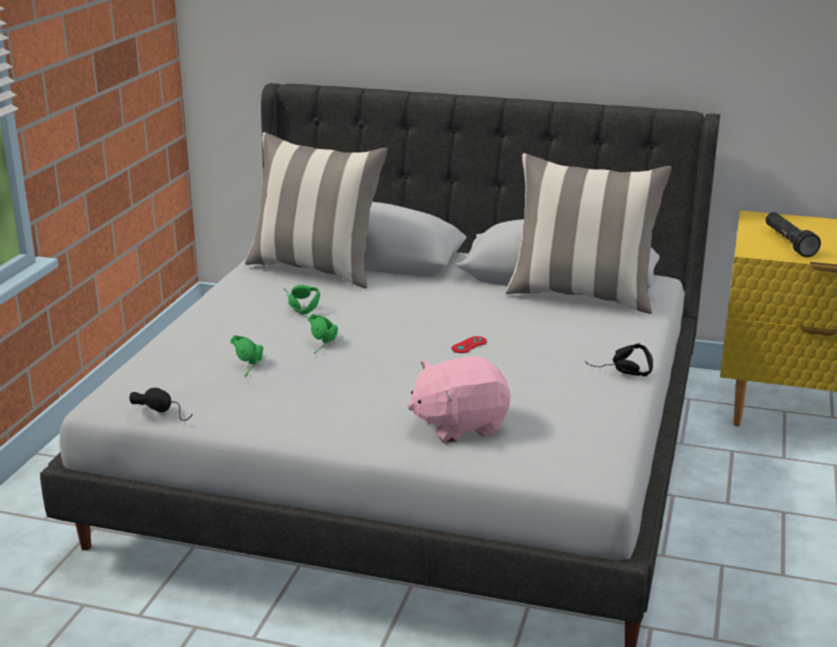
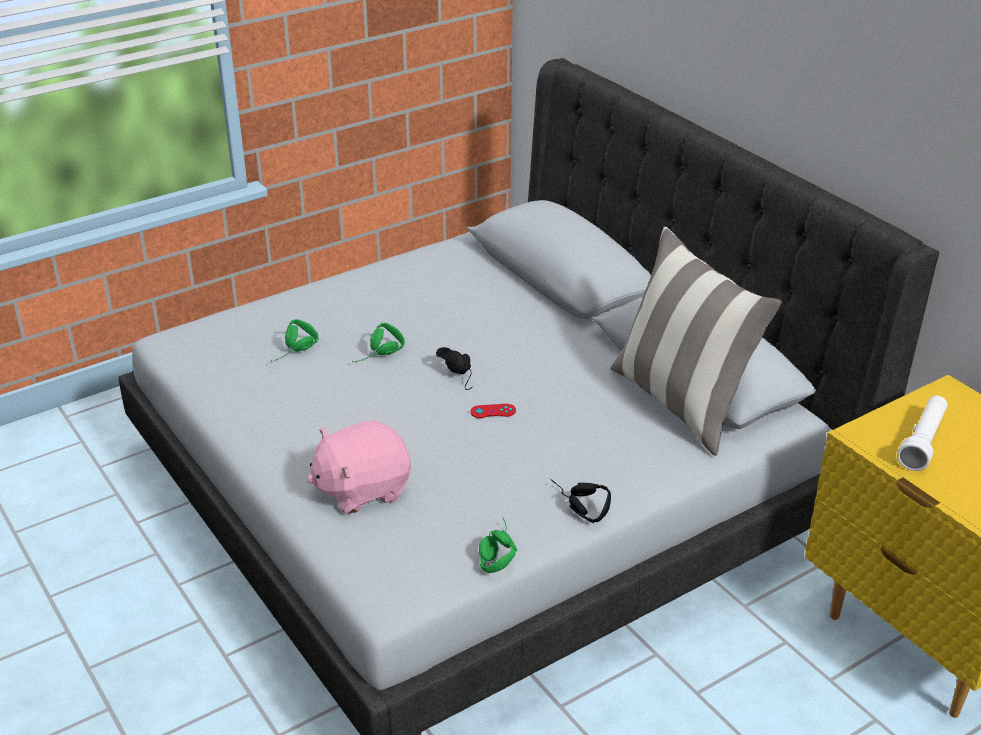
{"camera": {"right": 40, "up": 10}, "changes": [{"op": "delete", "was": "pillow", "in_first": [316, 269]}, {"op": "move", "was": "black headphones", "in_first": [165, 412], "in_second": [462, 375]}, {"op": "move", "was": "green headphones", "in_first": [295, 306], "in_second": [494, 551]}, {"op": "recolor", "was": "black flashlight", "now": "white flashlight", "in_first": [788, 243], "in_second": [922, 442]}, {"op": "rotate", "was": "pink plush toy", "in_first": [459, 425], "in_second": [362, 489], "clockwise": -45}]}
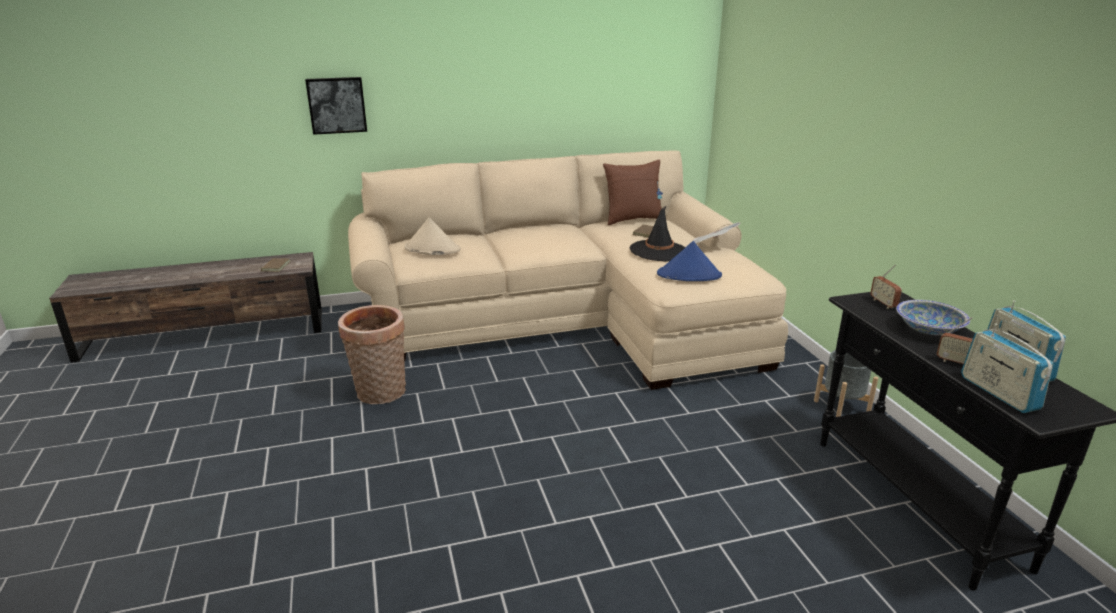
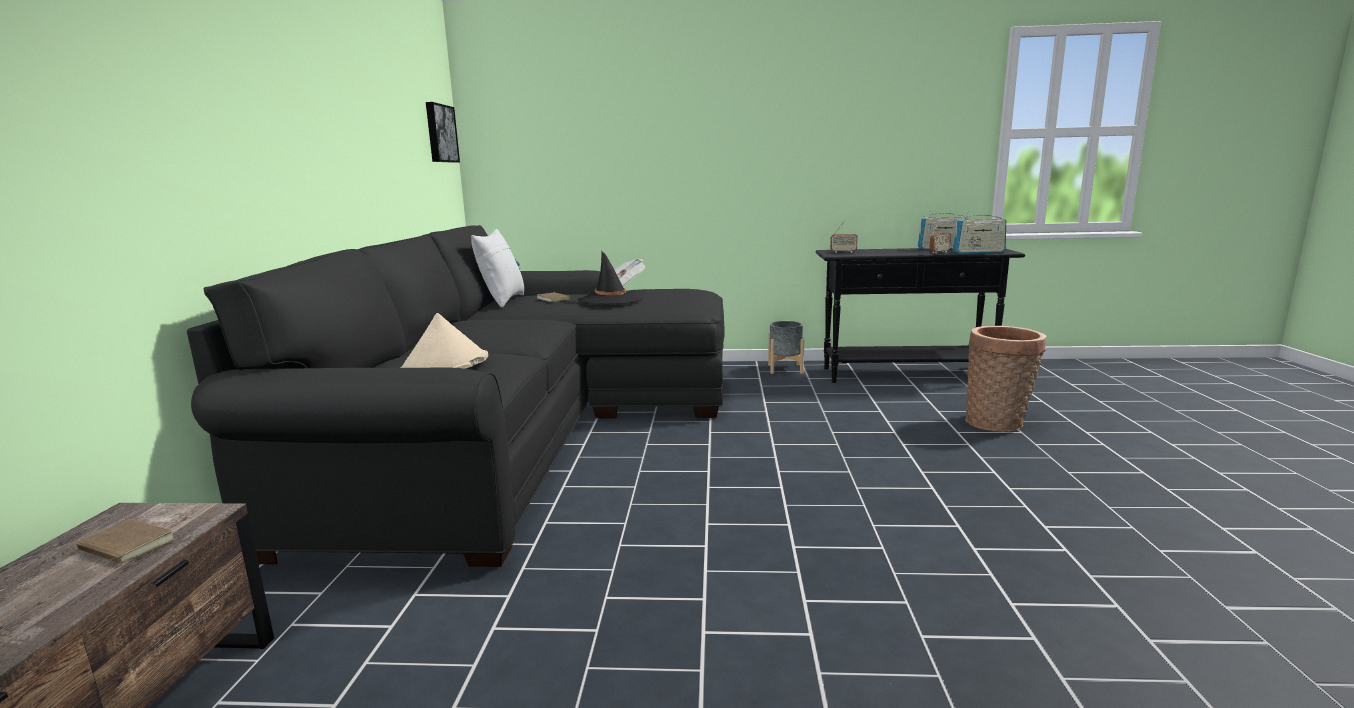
{"camera": {"right": -70, "up": -10}, "changes": [{"op": "delete", "was": "blue hat", "in_first": [689, 275]}, {"op": "delete", "was": "bowl", "in_first": [928, 329]}, {"op": "move", "was": "picture", "in_first": [337, 105], "in_second": [440, 133]}, {"op": "move", "was": "basket", "in_first": [380, 394], "in_second": [998, 423]}, {"op": "recolor", "was": "beige sofa", "now": "black sofa", "in_first": [571, 320], "in_second": [526, 429]}, {"op": "recolor", "was": "brown pillow", "now": "grey pillow", "in_first": [632, 220], "in_second": [502, 301]}]}
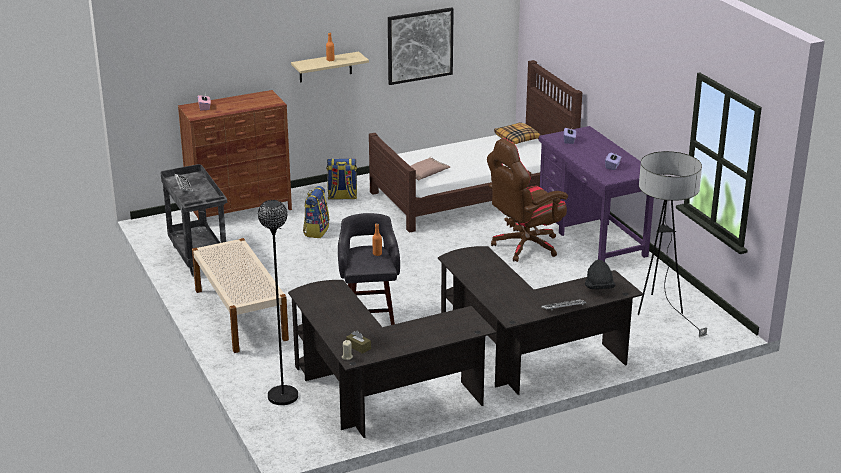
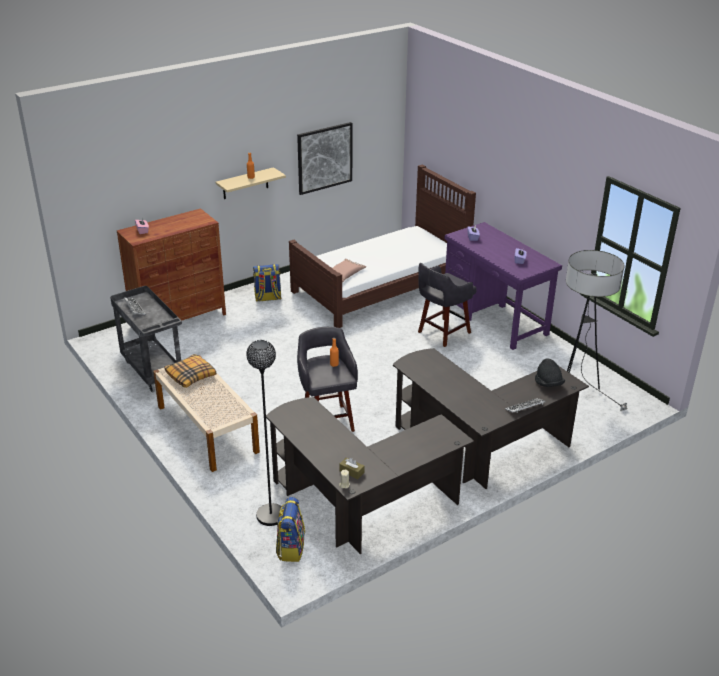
{"camera": {"right": -10, "up": 5}, "changes": [{"op": "move", "was": "backpack", "in_first": [316, 231], "in_second": [290, 548]}, {"op": "move", "was": "pillow", "in_first": [517, 138], "in_second": [191, 375]}, {"op": "replace", "was": "brown office chair", "now": "grey stool", "in_first": [525, 246], "in_second": [442, 333]}]}
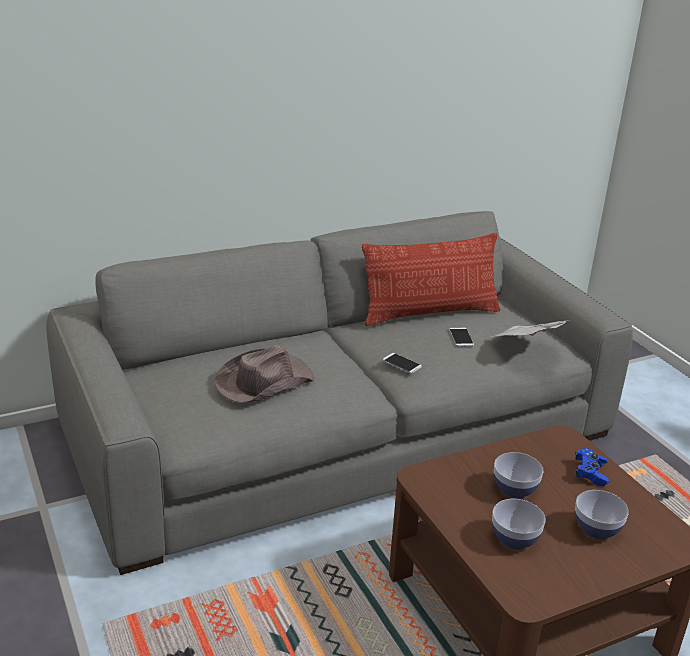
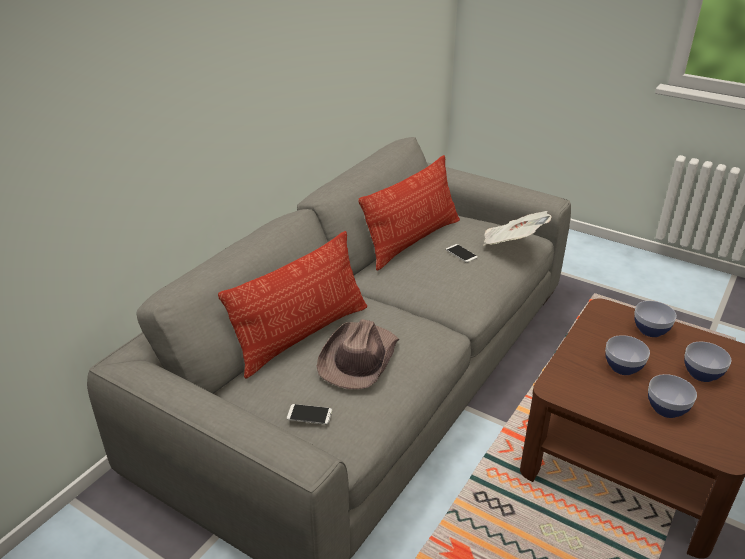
{"camera": {"right": -30, "up": 5}, "changes": [{"op": "insert", "now": "pillow", "in_second": [302, 335]}, {"op": "move", "was": "phone", "in_first": [402, 363], "in_second": [309, 415]}, {"op": "replace", "was": "blue game controller", "now": "bowl", "in_first": [590, 473], "in_second": [650, 330]}]}
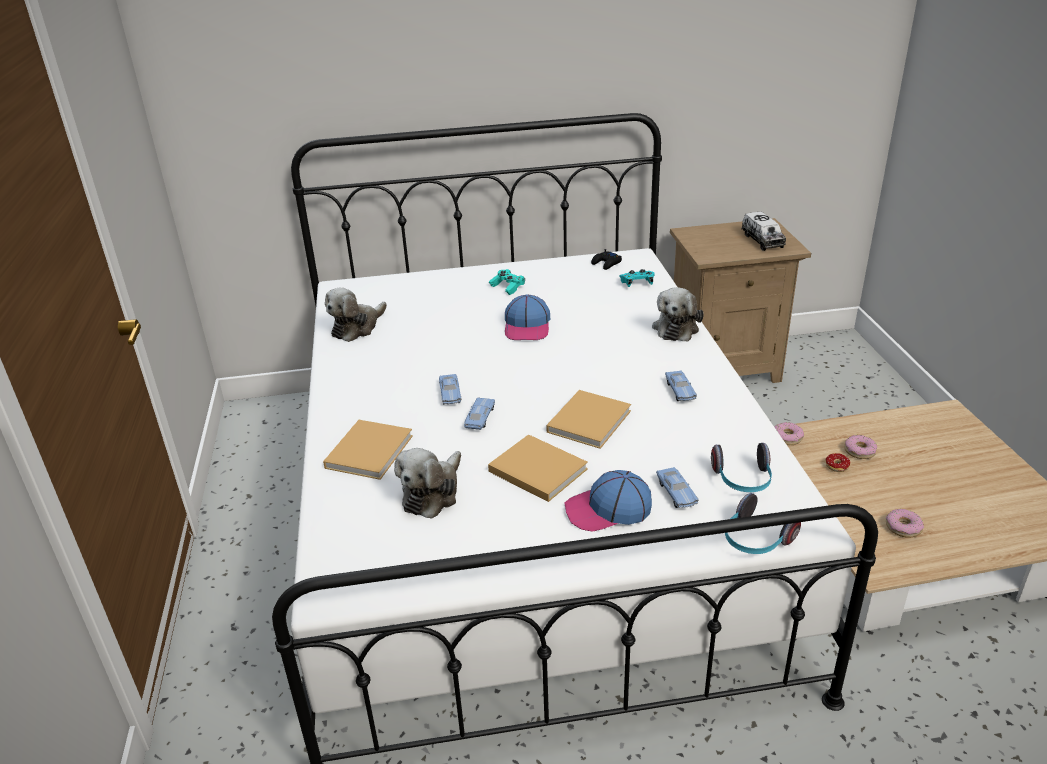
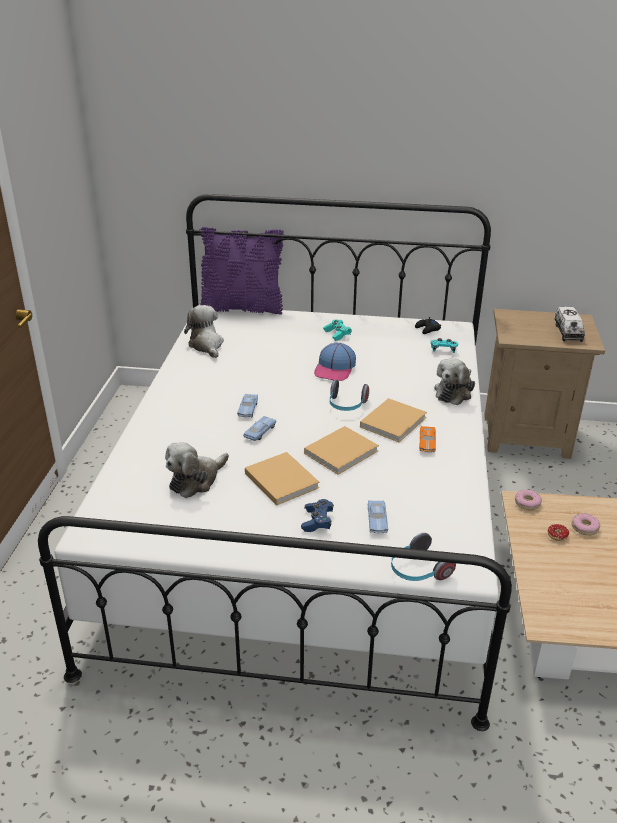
{"camera": {"right": 15, "up": 0}, "changes": [{"op": "delete", "was": "donut", "in_first": [903, 527]}, {"op": "insert", "now": "purple pillow", "in_second": [242, 308]}, {"op": "move", "was": "beige book", "in_first": [370, 450], "in_second": [394, 421]}, {"op": "move", "was": "headphones", "in_first": [742, 480], "in_second": [346, 405]}, {"op": "replace", "was": "cap", "now": "blue game controller", "in_first": [608, 509], "in_second": [317, 521]}, {"op": "recolor", "was": "blue toy car", "now": "orange toy car", "in_first": [680, 391], "in_second": [427, 443]}, {"op": "rotate", "was": "plush toy", "in_first": [357, 327], "in_second": [206, 345], "clockwise": 105}]}
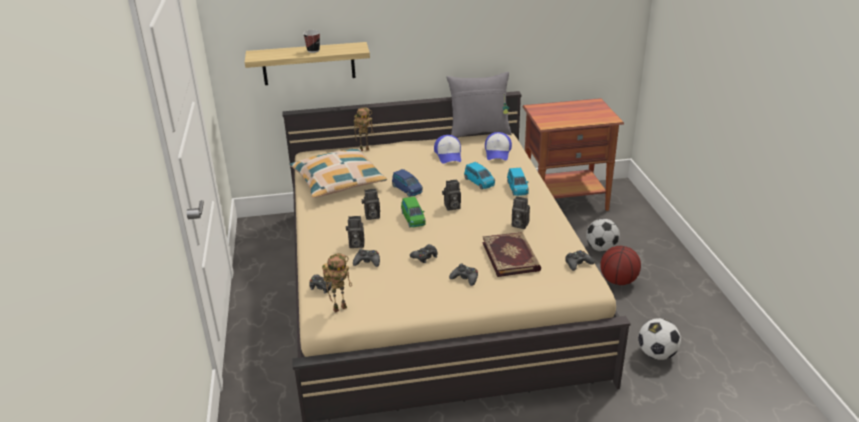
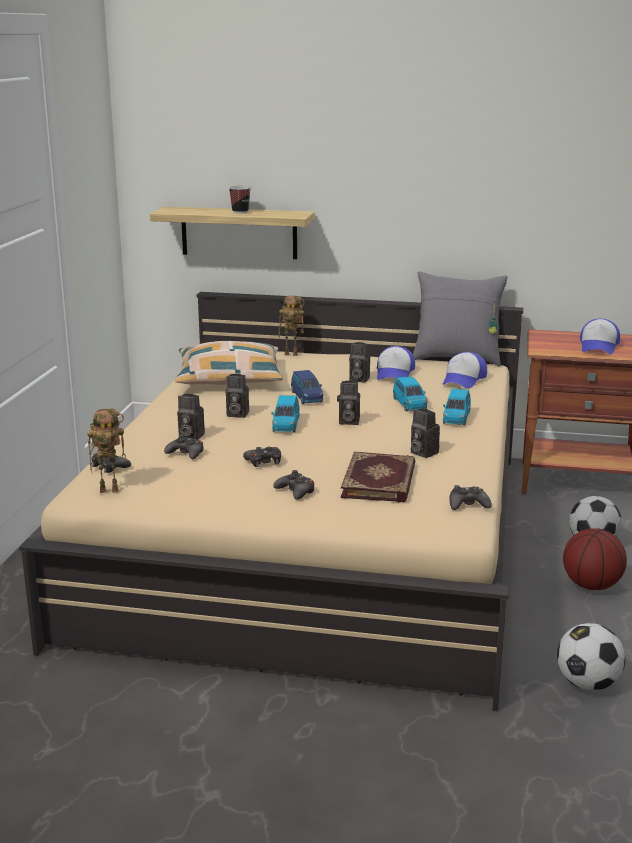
{"camera": {"right": 20, "up": -10}, "changes": [{"op": "insert", "now": "photo camera", "in_second": [358, 379]}, {"op": "insert", "now": "cap", "in_second": [599, 346]}, {"op": "recolor", "was": "green toy car", "now": "blue toy car", "in_first": [413, 219], "in_second": [286, 425]}]}
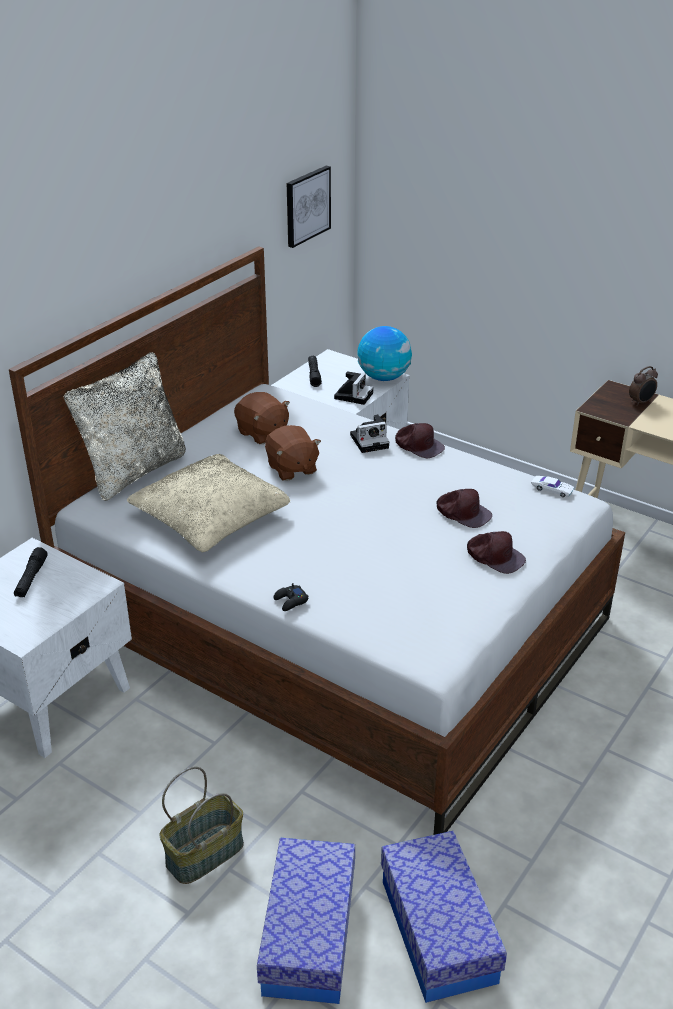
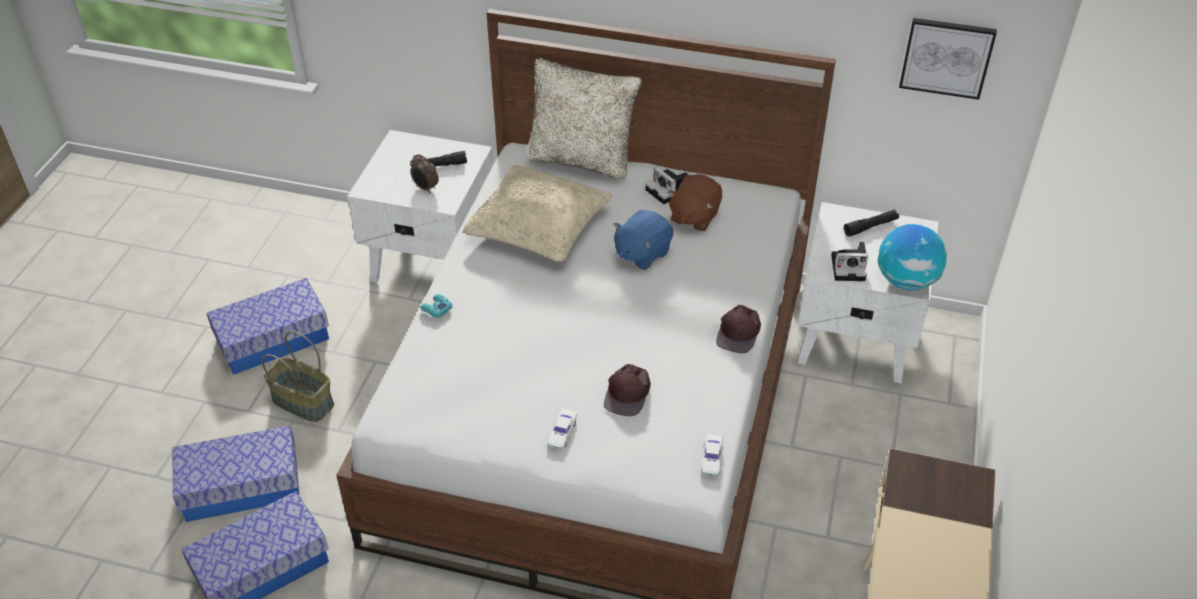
{"camera": {"right": 70, "up": 10}, "changes": [{"op": "insert", "now": "storage box", "in_second": [273, 339]}, {"op": "move", "was": "photo camera", "in_first": [370, 441], "in_second": [670, 190]}, {"op": "move", "was": "alarm clock", "in_first": [641, 402], "in_second": [425, 188]}, {"op": "replace", "was": "brown cap", "now": "white toy car", "in_first": [495, 556], "in_second": [562, 432]}, {"op": "recolor", "was": "brown plush toy", "now": "blue plush toy", "in_first": [291, 469], "in_second": [641, 253]}, {"op": "recolor", "was": "black game controller", "now": "turquoise game controller", "in_first": [290, 601], "in_second": [436, 308]}]}
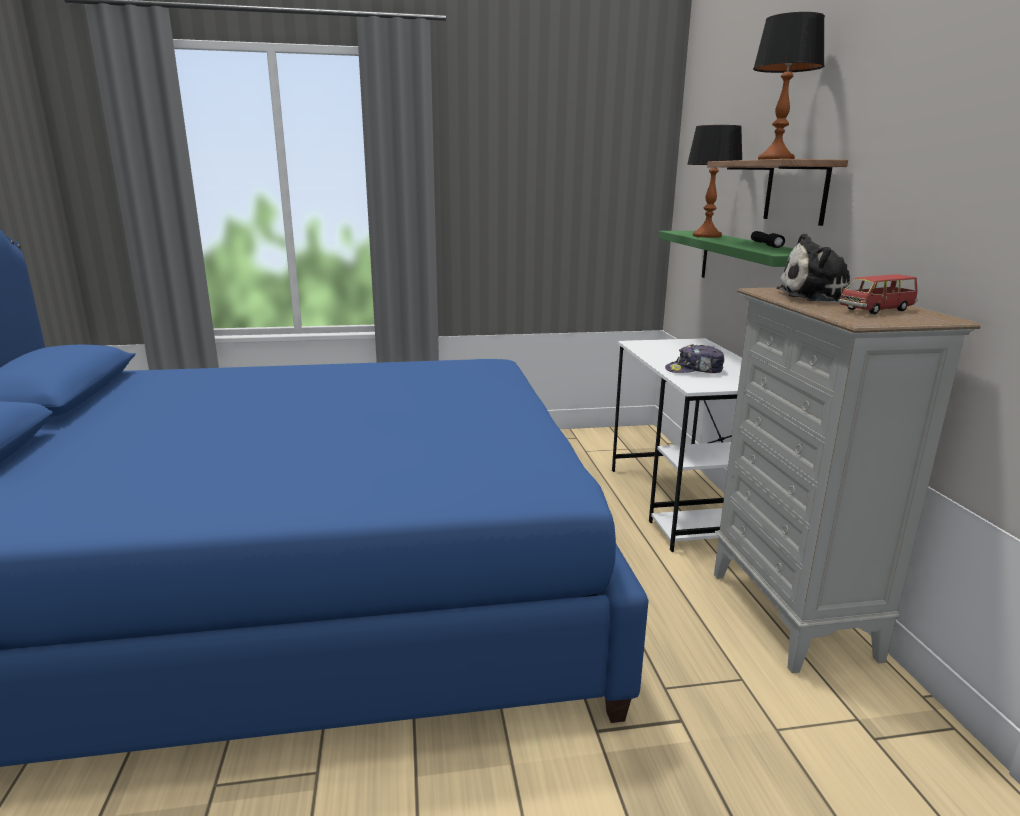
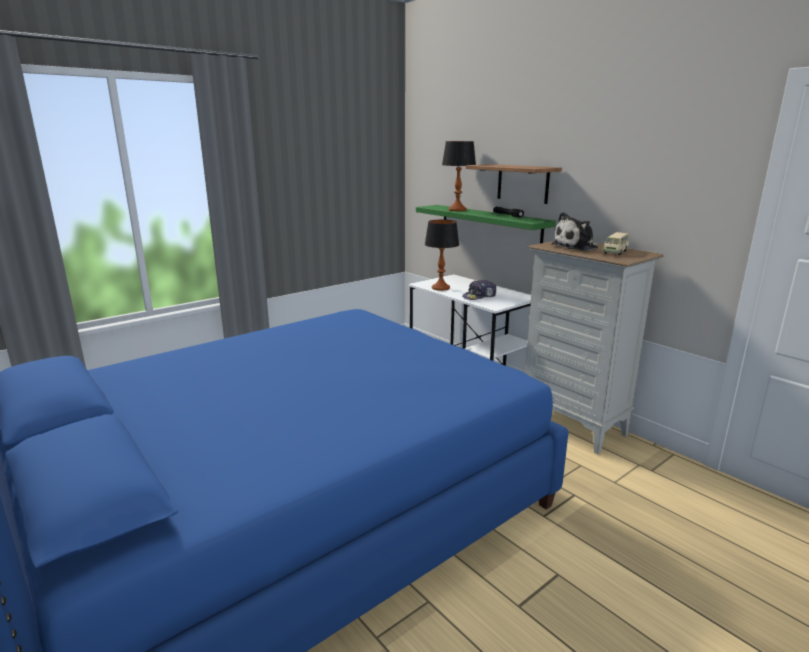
{"camera": {"right": -30, "up": 0}, "changes": [{"op": "move", "was": "table lamp", "in_first": [776, 160], "in_second": [441, 288]}, {"op": "recolor", "was": "red toy car", "now": "beige toy car", "in_first": [876, 310], "in_second": [615, 252]}]}
